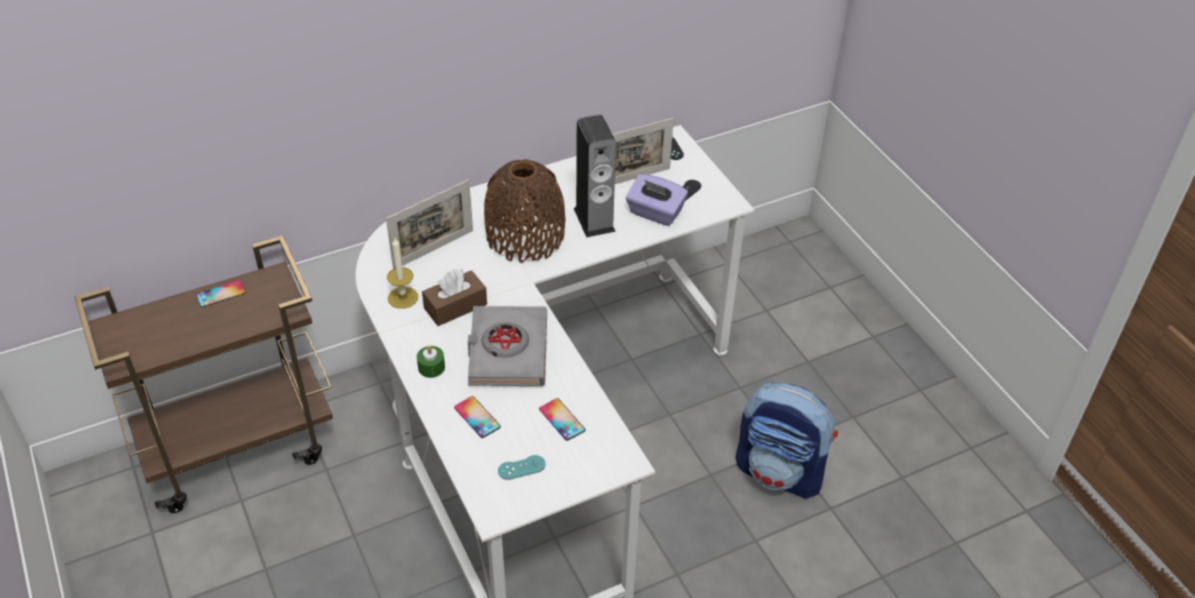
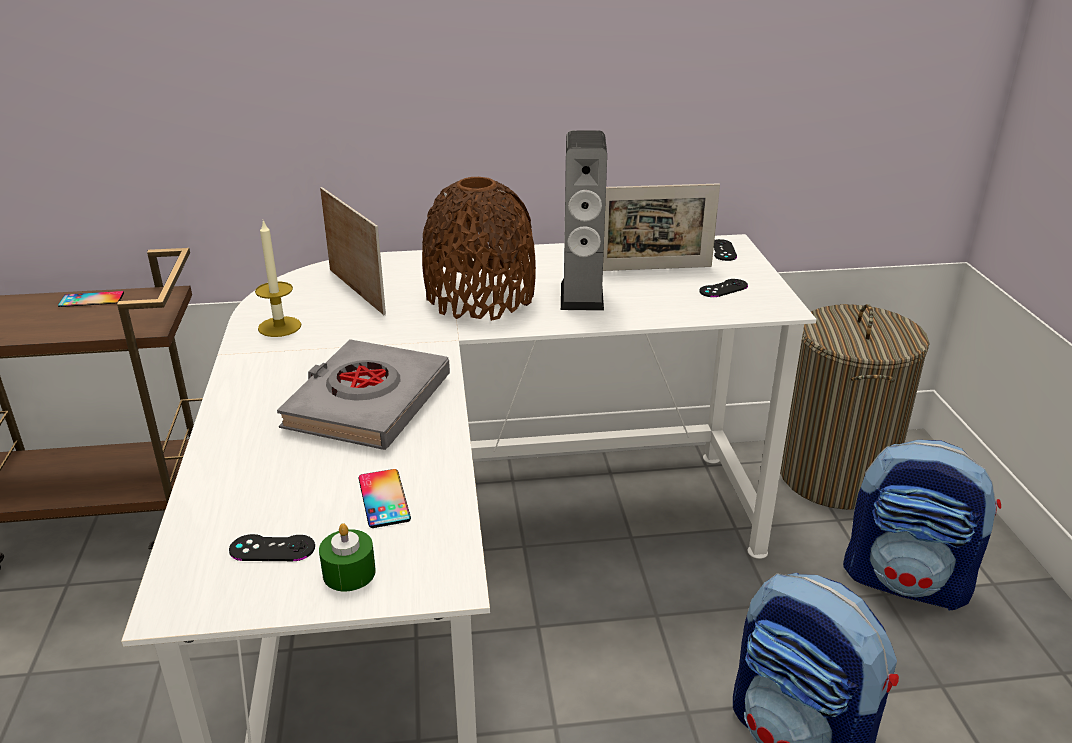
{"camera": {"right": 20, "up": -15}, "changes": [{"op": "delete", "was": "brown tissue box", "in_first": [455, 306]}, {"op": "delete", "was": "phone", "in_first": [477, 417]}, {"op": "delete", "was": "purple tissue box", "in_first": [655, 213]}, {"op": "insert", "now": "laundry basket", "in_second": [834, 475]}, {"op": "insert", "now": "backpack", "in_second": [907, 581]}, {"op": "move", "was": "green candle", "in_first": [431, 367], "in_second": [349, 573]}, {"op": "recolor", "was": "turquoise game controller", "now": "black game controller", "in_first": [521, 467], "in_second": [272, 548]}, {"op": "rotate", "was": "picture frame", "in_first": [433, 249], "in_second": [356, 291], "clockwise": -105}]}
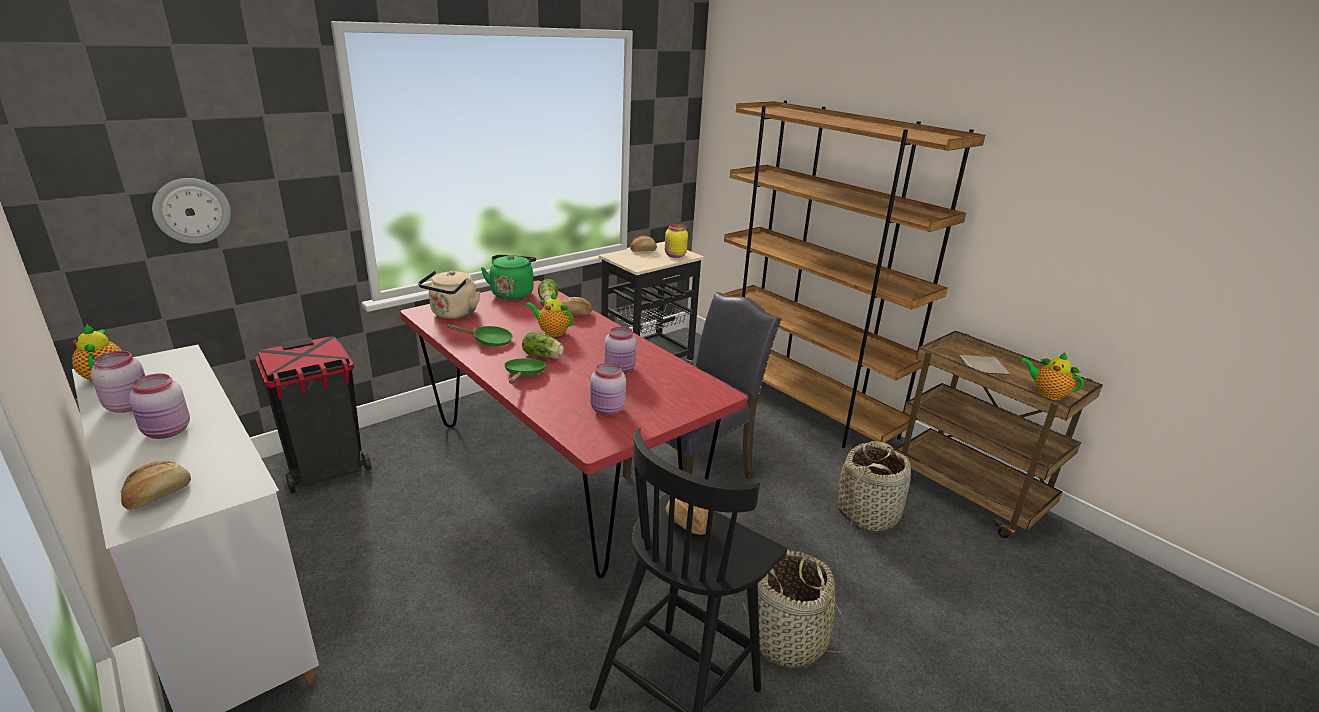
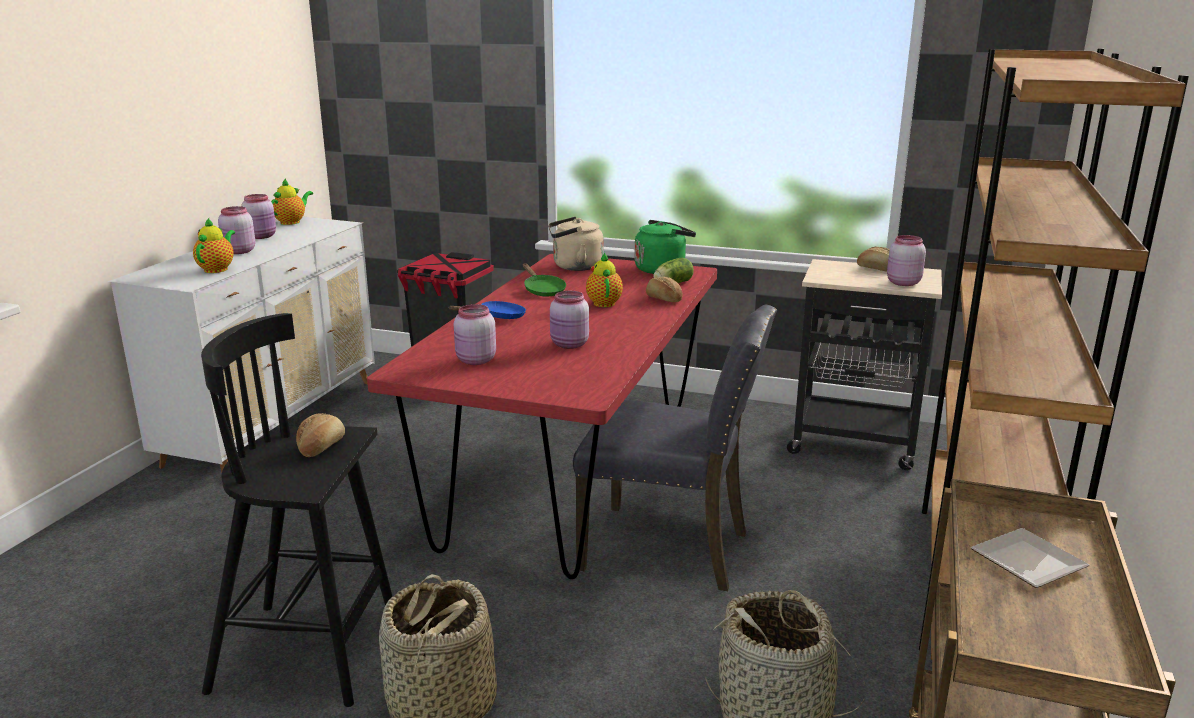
{"camera": {"right": 60, "up": -5}, "changes": [{"op": "delete", "was": "bread", "in_first": [158, 495]}, {"op": "delete", "was": "wall clock", "in_first": [192, 210]}, {"op": "delete", "was": "lettuce", "in_first": [543, 356]}, {"op": "move", "was": "teapot", "in_first": [1047, 394], "in_second": [217, 269]}, {"op": "recolor", "was": "green frying pan", "now": "blue frying pan", "in_first": [524, 374], "in_second": [498, 317]}, {"op": "recolor", "was": "yellow jar", "now": "pink jar", "in_first": [674, 255], "in_second": [902, 283]}]}
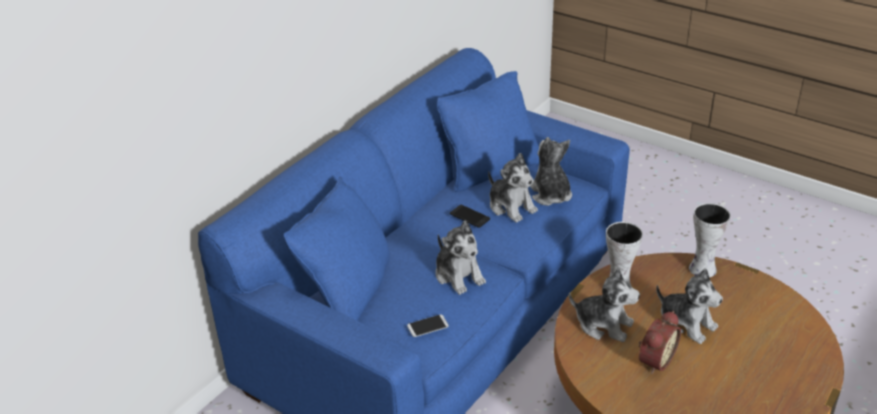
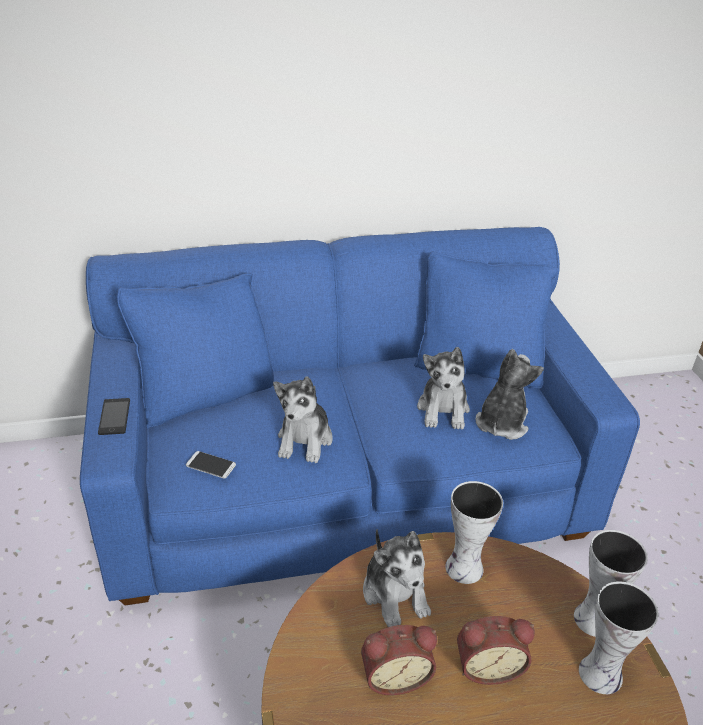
{"camera": {"right": 40, "up": 0}, "changes": [{"op": "insert", "now": "vase", "in_second": [600, 672]}, {"op": "move", "was": "phone", "in_first": [469, 216], "in_second": [114, 417]}, {"op": "replace", "was": "plush toy", "now": "alarm clock", "in_first": [686, 324], "in_second": [487, 666]}]}
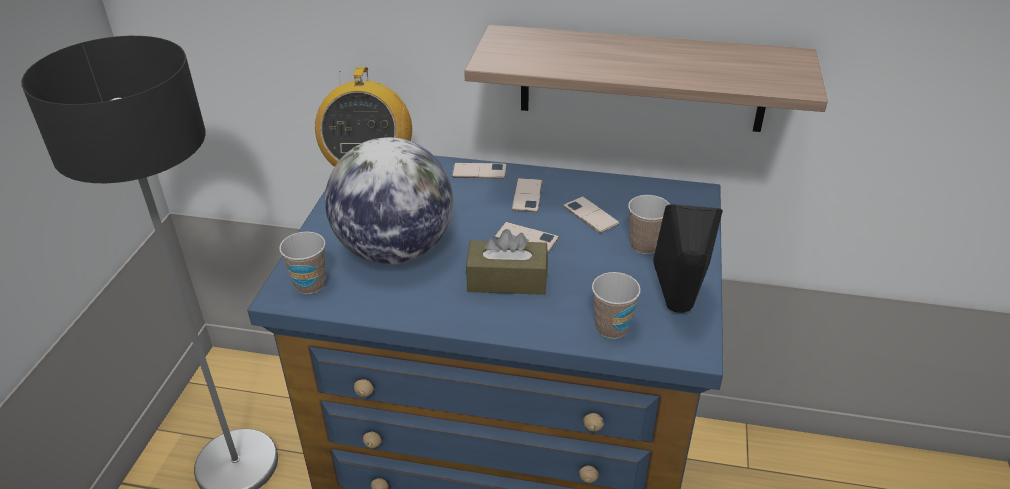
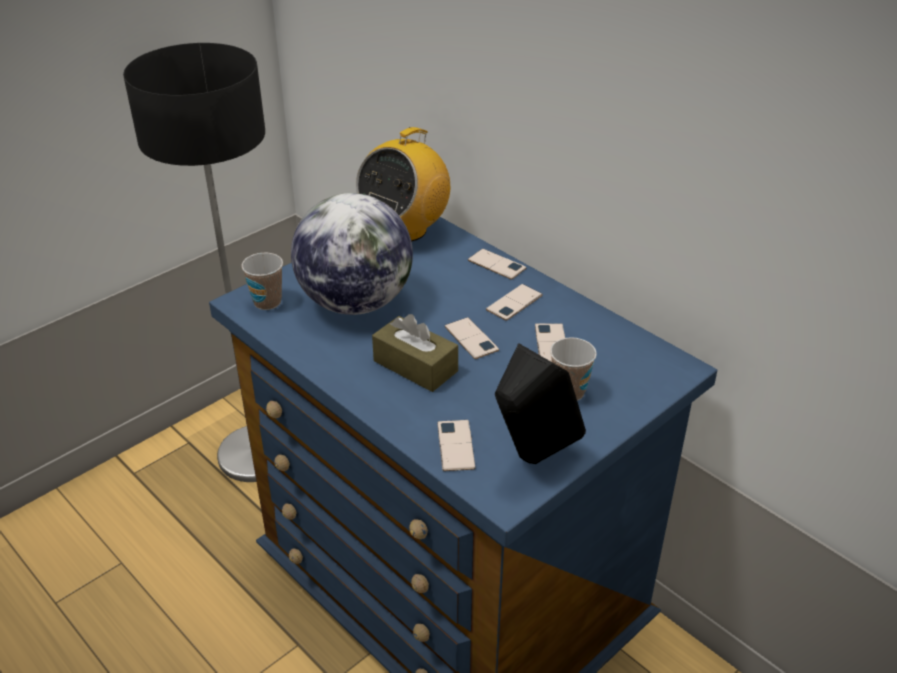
{"camera": {"right": 35, "up": 0}, "changes": [{"op": "delete", "was": "shelf", "in_first": [642, 79]}, {"op": "replace", "was": "cup", "now": "phone", "in_first": [612, 328], "in_second": [455, 446]}]}
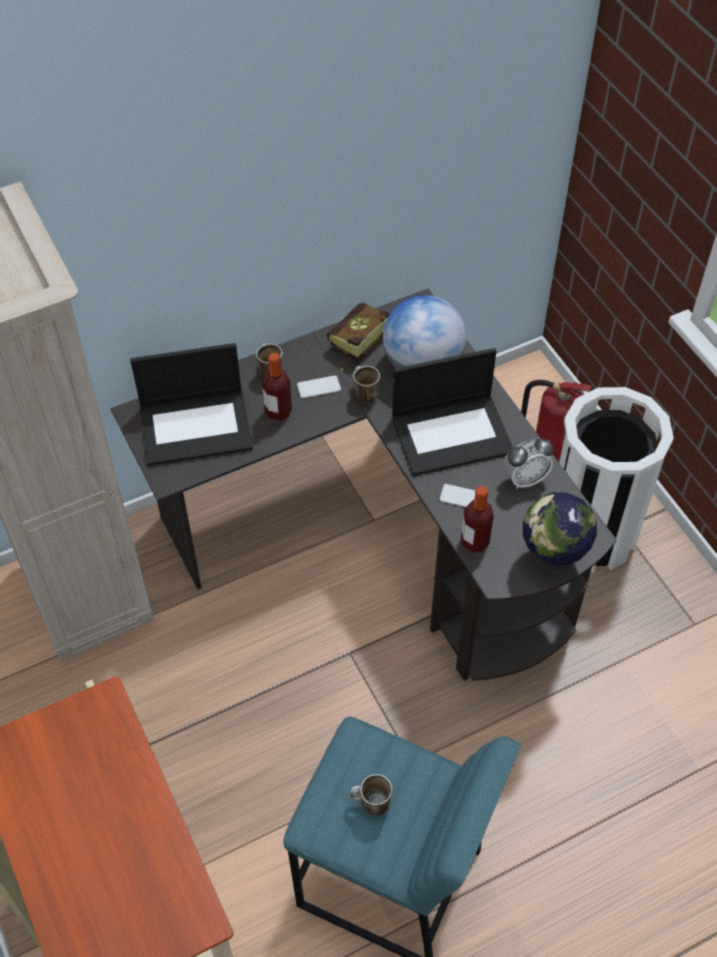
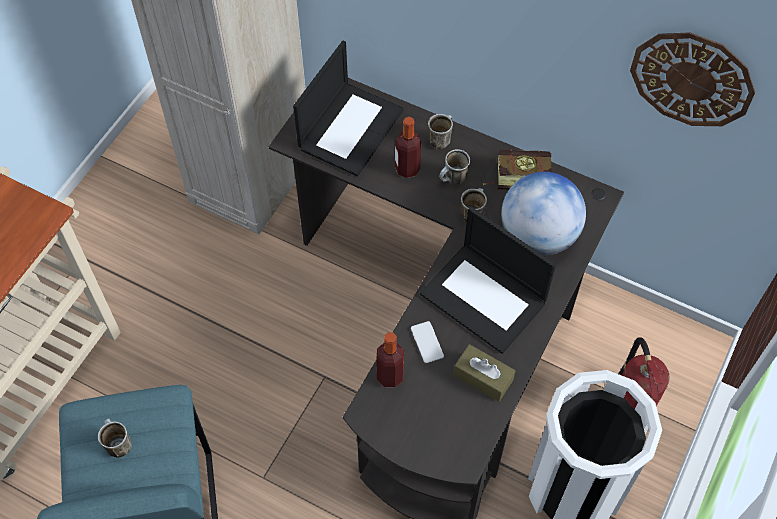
{"camera": {"right": 55, "up": 5}, "changes": [{"op": "delete", "was": "globe", "in_first": [552, 559]}, {"op": "insert", "now": "wall clock", "in_second": [692, 79]}, {"op": "replace", "was": "phone", "now": "mug", "in_first": [319, 387], "in_second": [453, 180]}, {"op": "replace", "was": "alarm clock", "now": "brown tissue box", "in_first": [525, 479], "in_second": [483, 377]}, {"op": "rotate", "was": "laptop", "in_first": [197, 427], "in_second": [350, 128], "clockwise": -105}]}
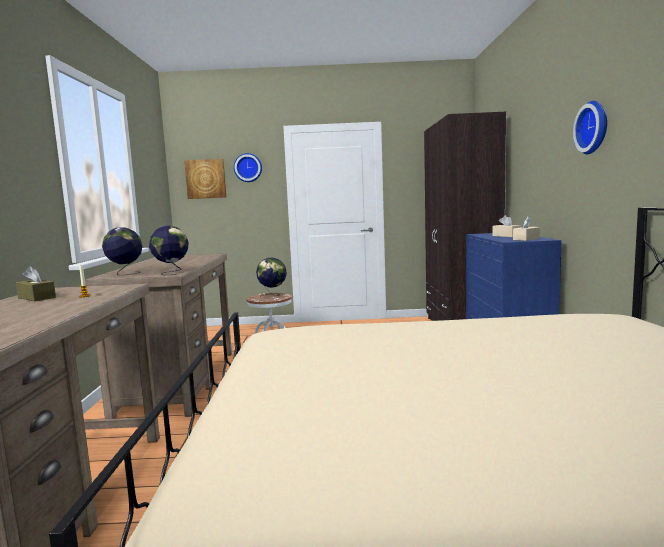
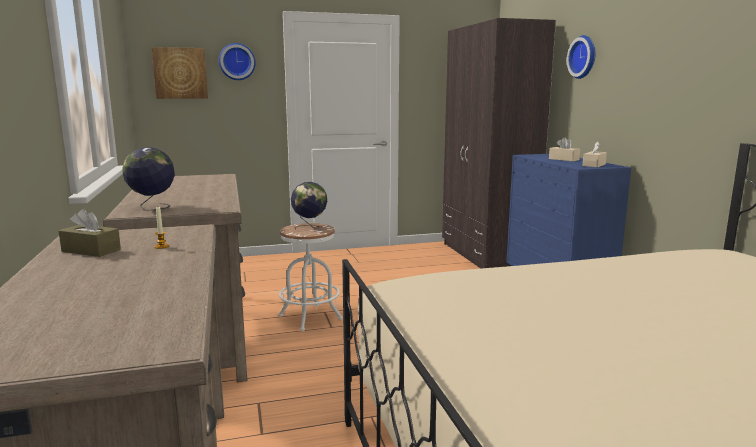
{"camera": {"right": -15, "up": 5}, "changes": [{"op": "delete", "was": "globe", "in_first": [171, 272]}, {"op": "move", "was": "wall clock", "in_first": [594, 127], "in_second": [584, 57]}]}
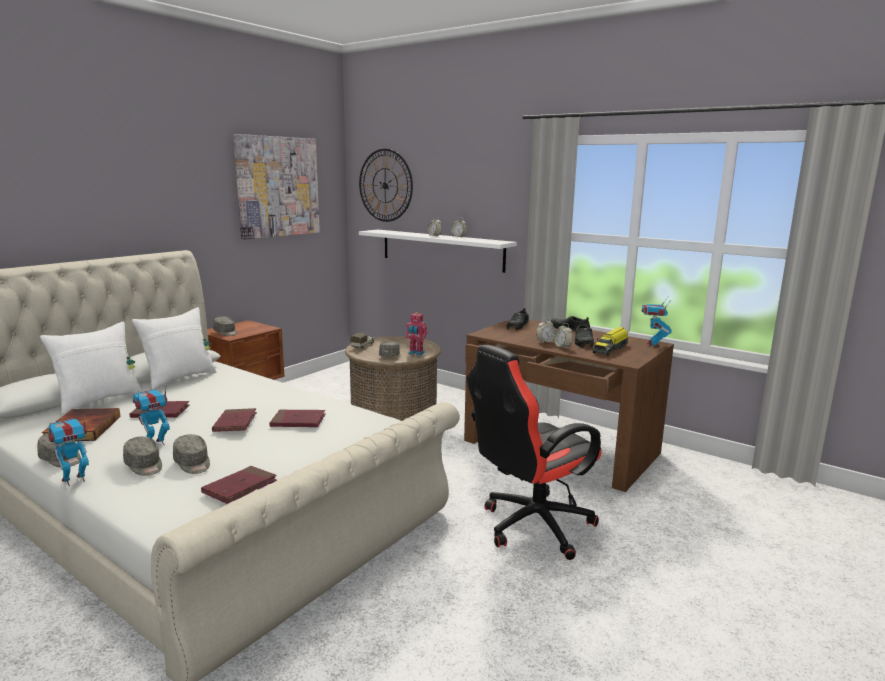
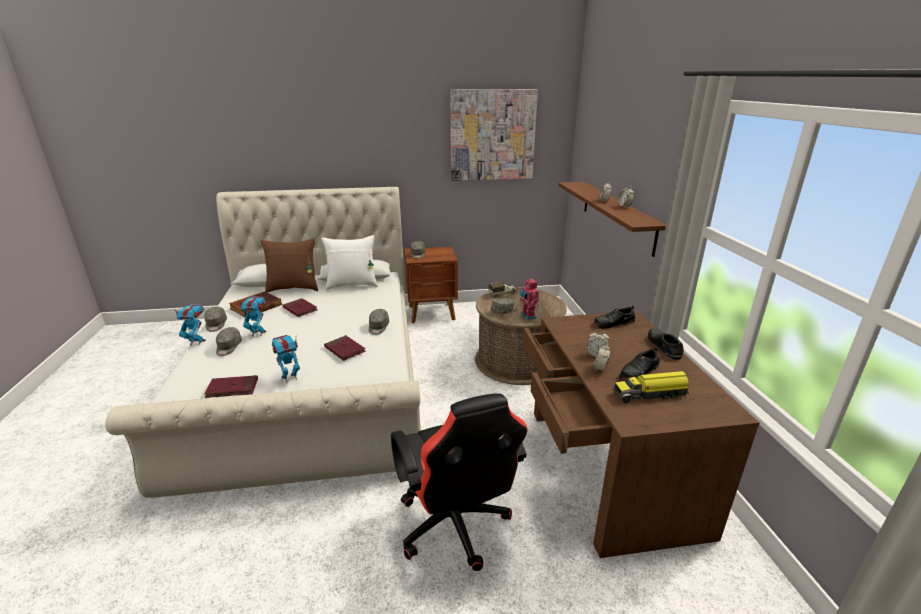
{"camera": {"right": 45, "up": 10}, "changes": [{"op": "delete", "was": "red book", "in_first": [235, 423]}, {"op": "delete", "was": "wall clock", "in_first": [385, 185]}, {"op": "move", "was": "grey cap", "in_first": [193, 463], "in_second": [378, 327]}, {"op": "move", "was": "toy robot", "in_first": [653, 345], "in_second": [290, 378]}, {"op": "recolor", "was": "white pillow", "now": "brown pillow", "in_first": [99, 401], "in_second": [293, 289]}, {"op": "recolor", "was": "white shelf", "now": "brown shelf", "in_first": [441, 250], "in_second": [616, 215]}, {"op": "rotate", "was": "black office chair", "in_first": [529, 529], "in_second": [455, 531], "clockwise": -120}]}
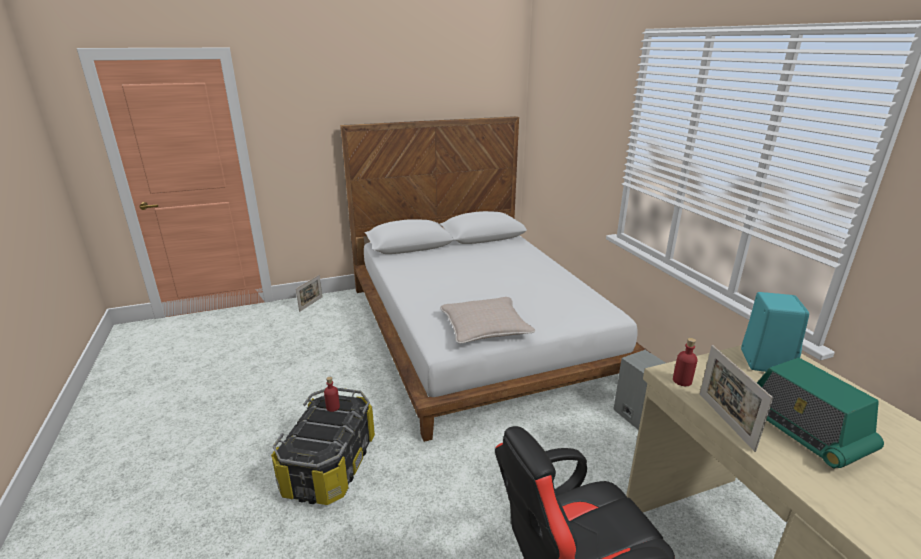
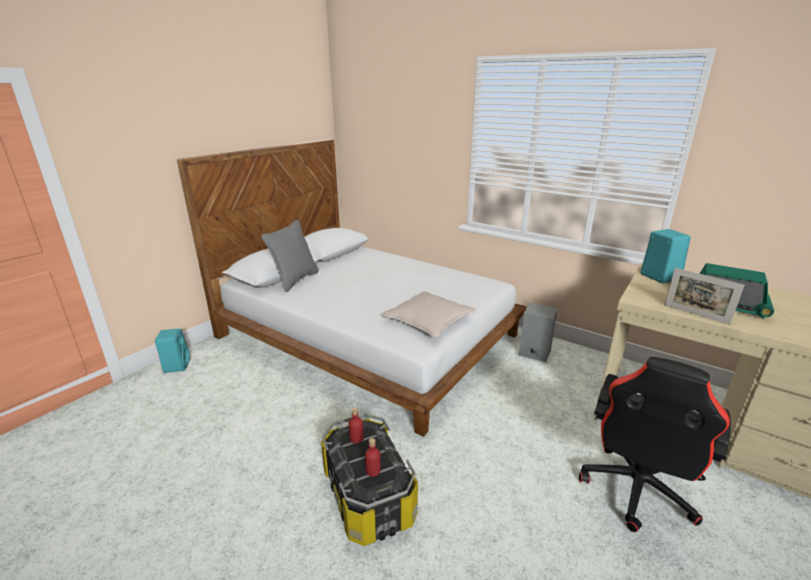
{"camera": {"right": -35, "up": 0}, "changes": [{"op": "insert", "now": "grey pillow", "in_second": [295, 280]}, {"op": "move", "was": "red bottle", "in_first": [682, 381], "in_second": [373, 471]}, {"op": "replace", "was": "picture frame", "now": "turquoise speaker", "in_first": [311, 304], "in_second": [177, 365]}]}
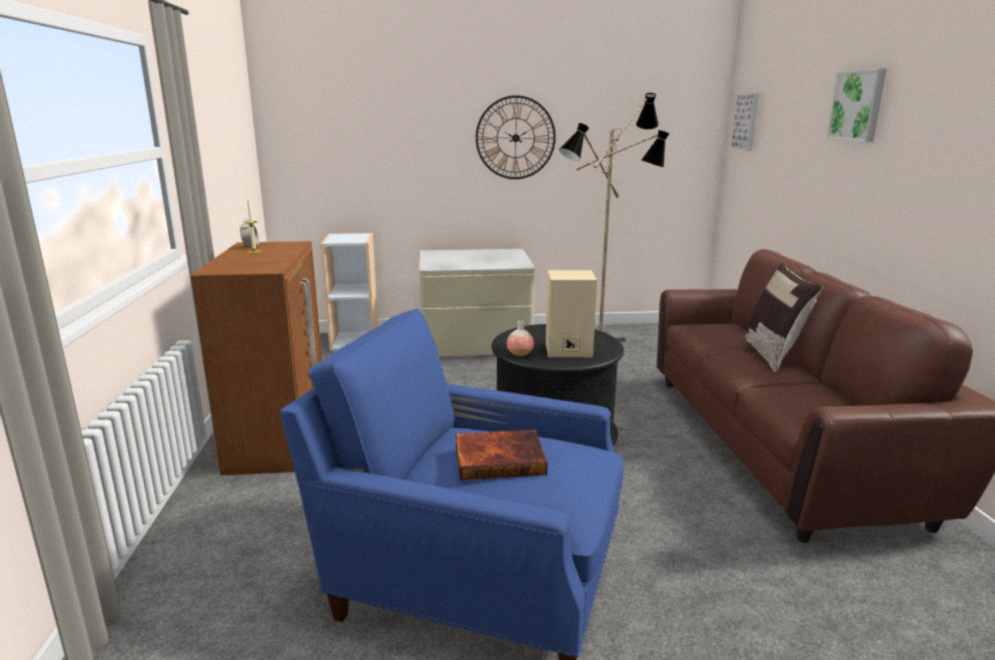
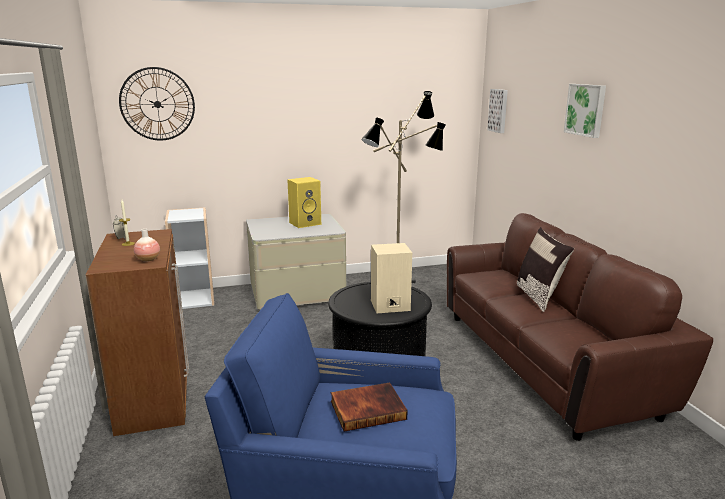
{"camera": {"right": -10, "up": 0}, "changes": [{"op": "insert", "now": "yellow speaker", "in_second": [305, 223]}, {"op": "move", "was": "wall clock", "in_first": [515, 138], "in_second": [157, 104]}, {"op": "move", "was": "vase", "in_first": [520, 354], "in_second": [148, 259]}]}
